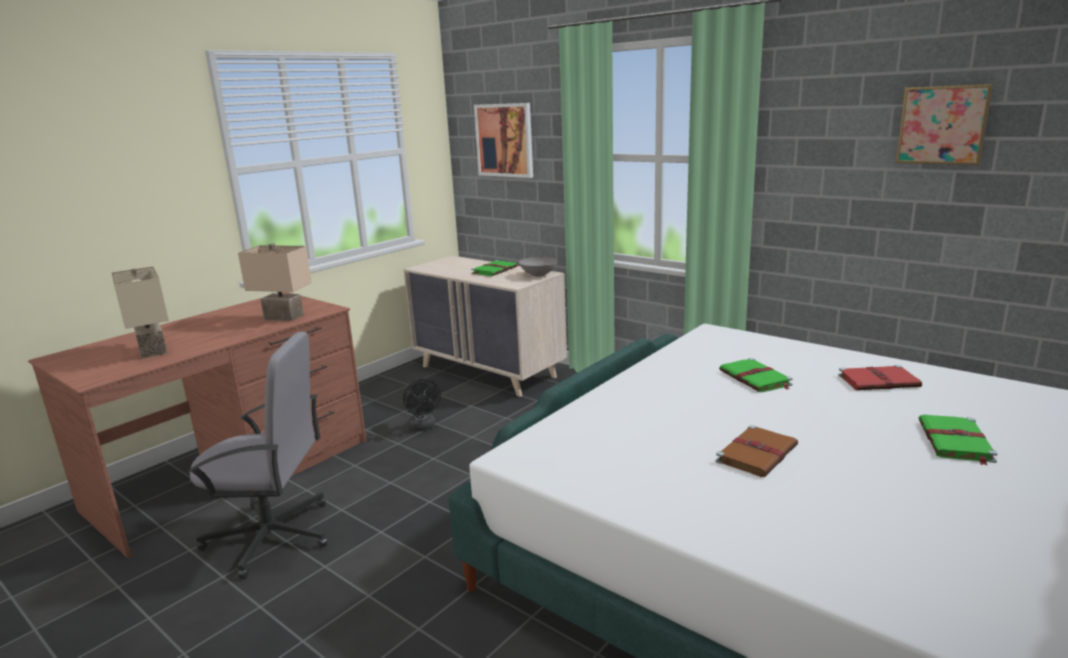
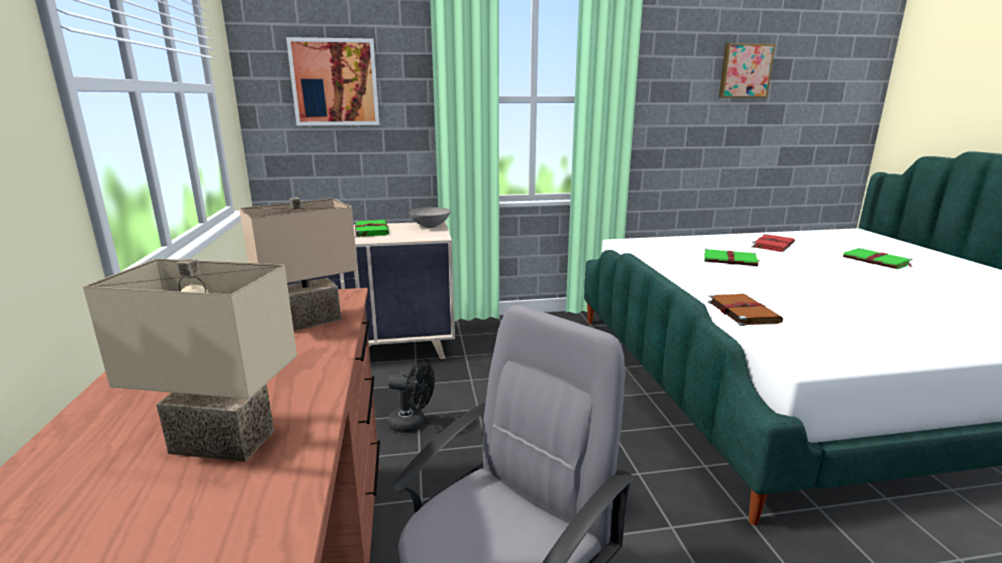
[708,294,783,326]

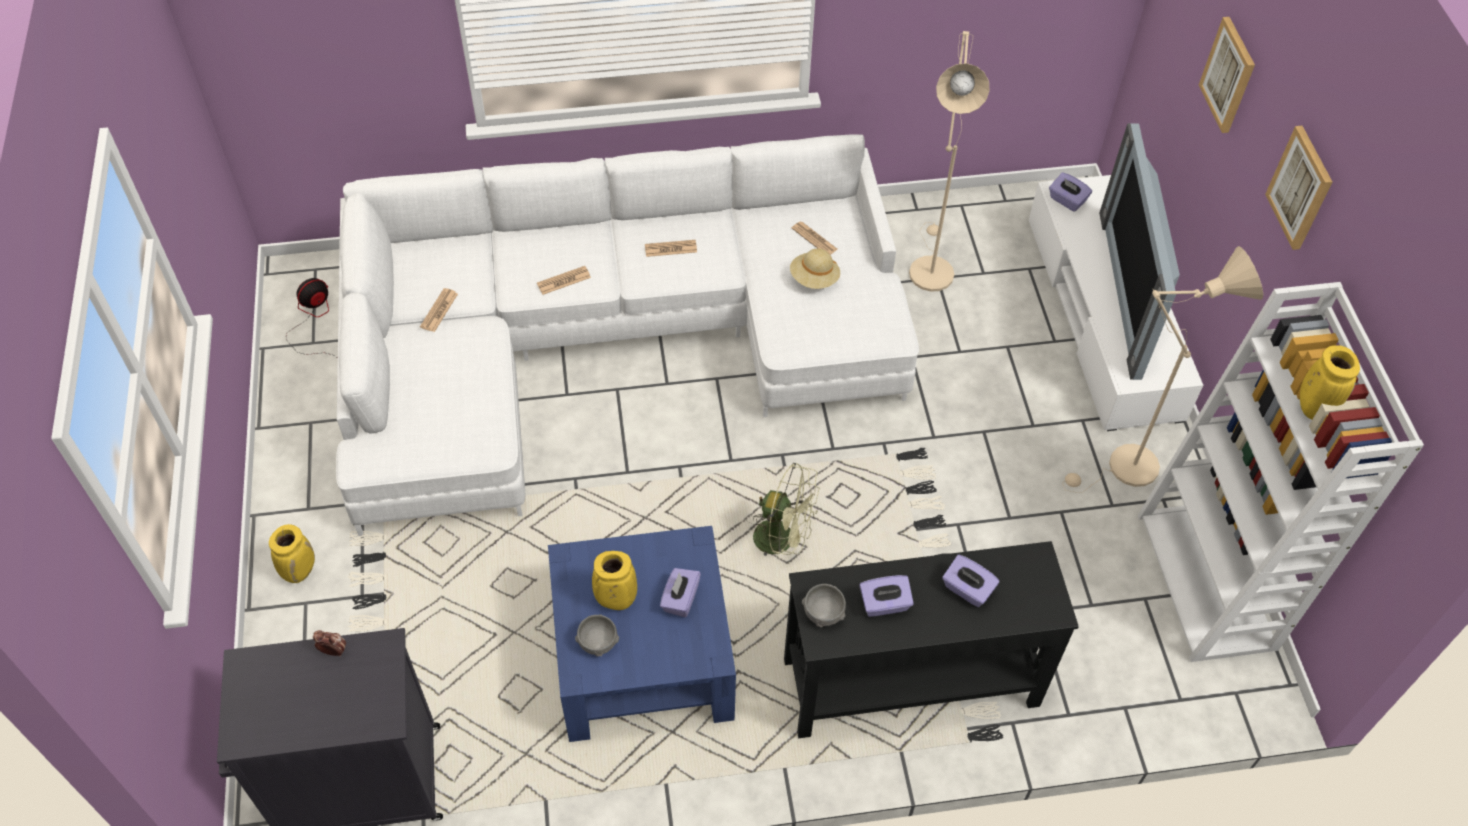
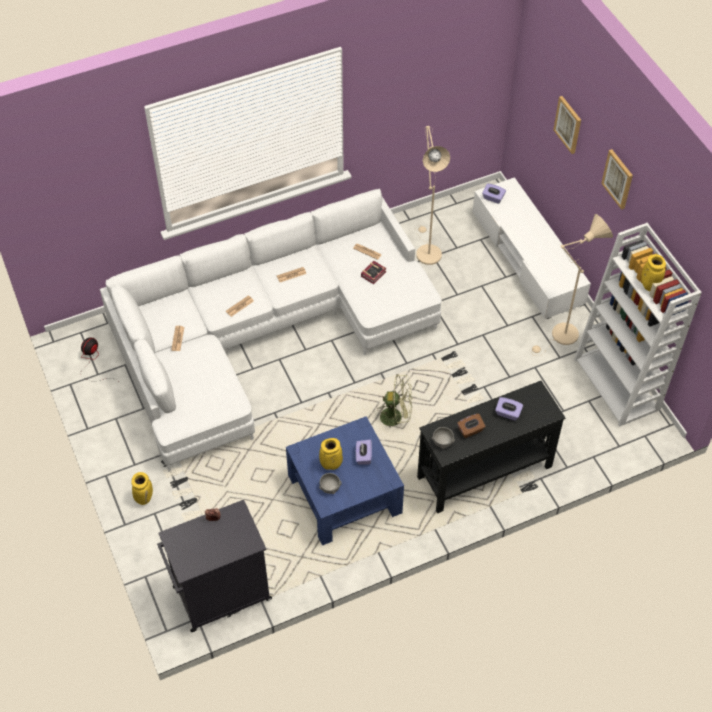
[361,261,387,284]
[457,413,486,438]
[1099,123,1180,380] (first image)

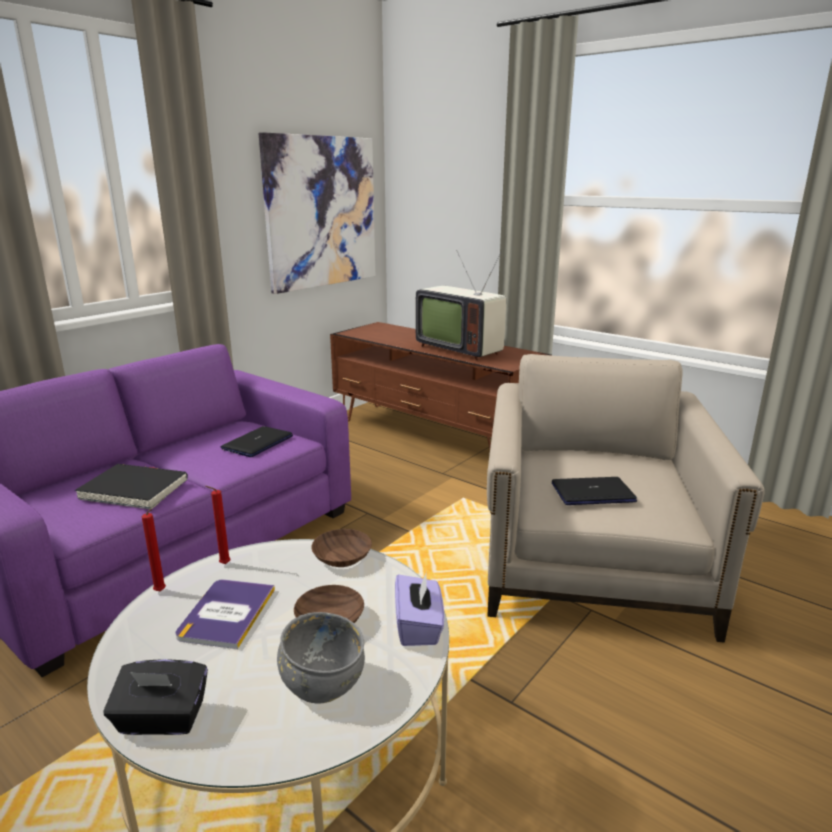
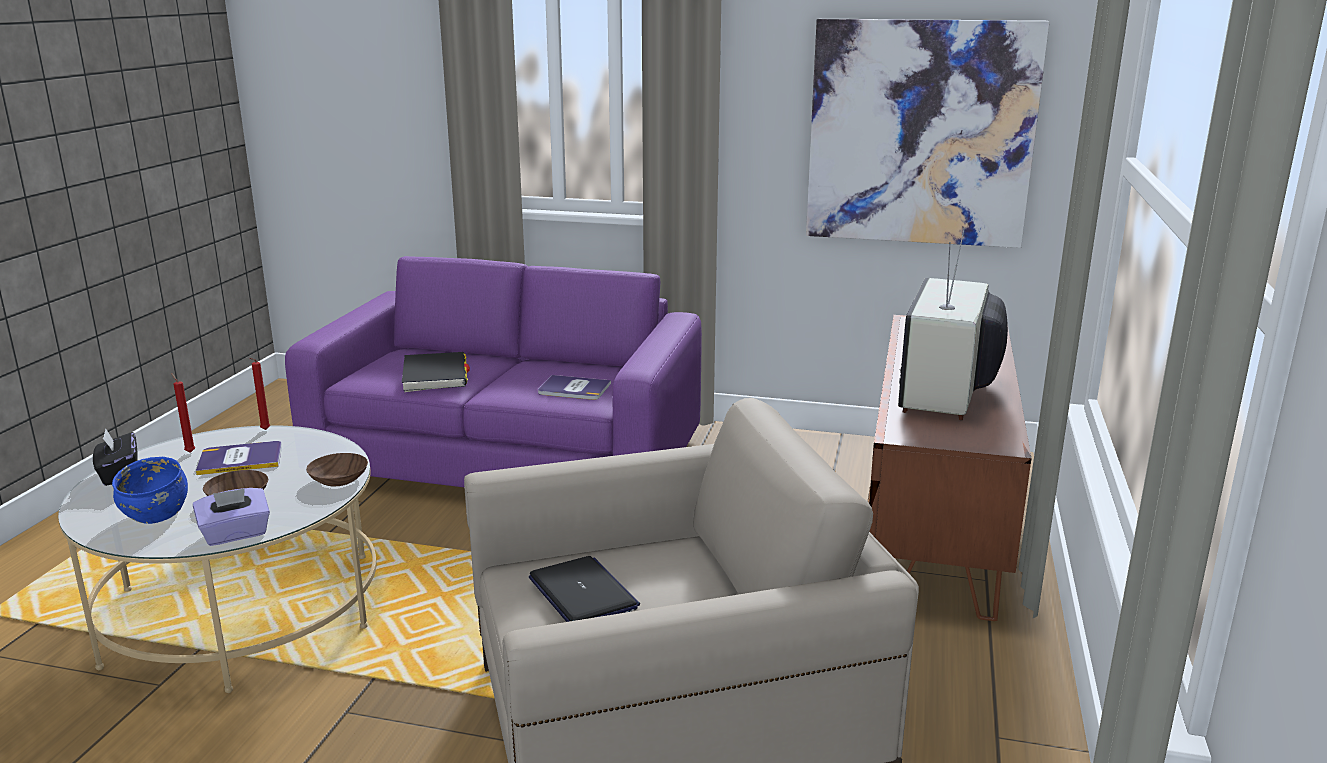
[112,457,188,524]
[171,373,195,453]
[538,375,611,400]

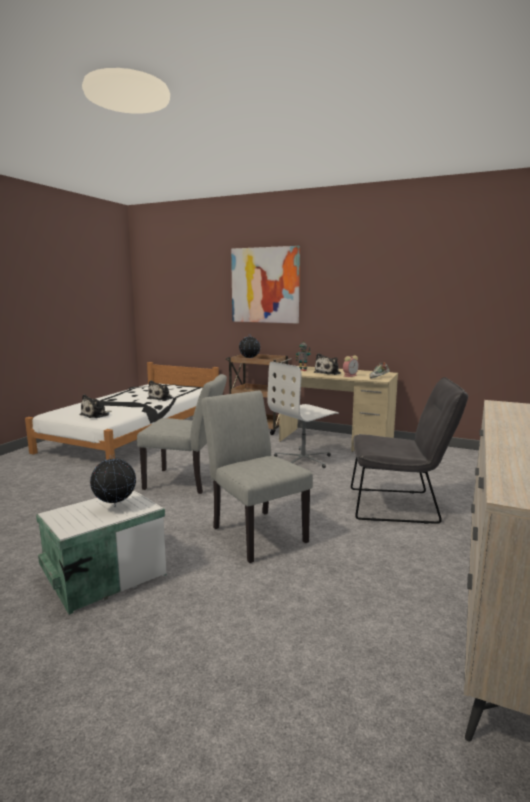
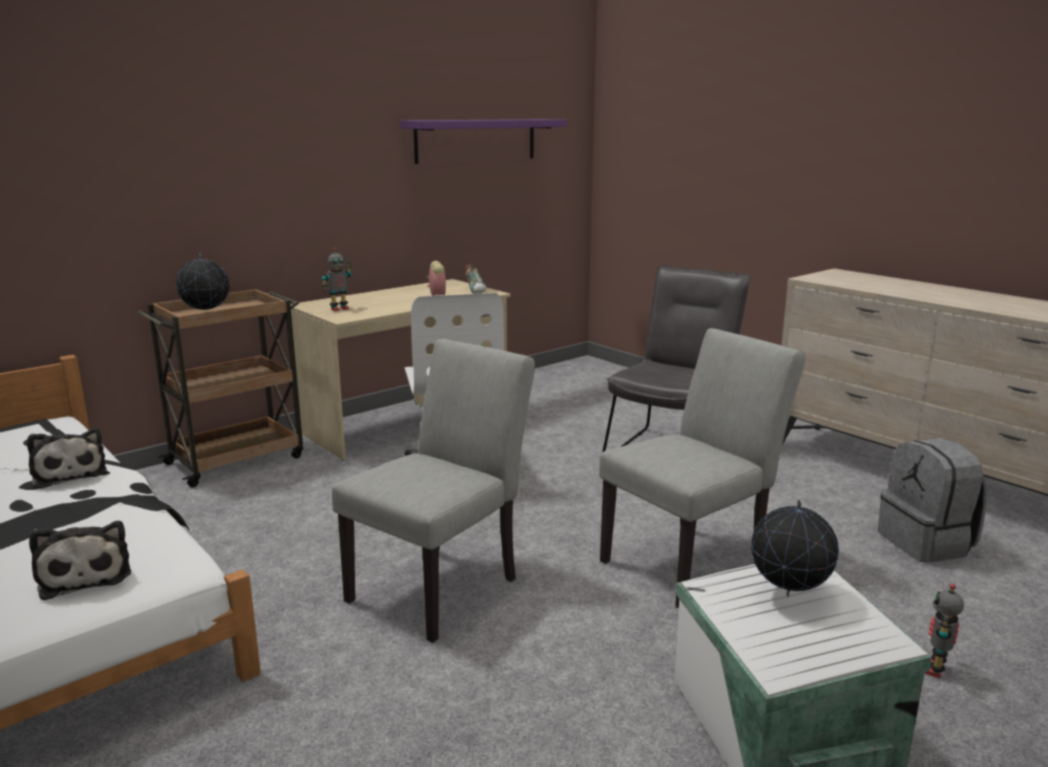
[400,119,567,164]
[599,328,805,609]
[878,438,987,563]
[924,584,964,678]
[231,246,300,323] (first image)
[314,353,341,375] (first image)

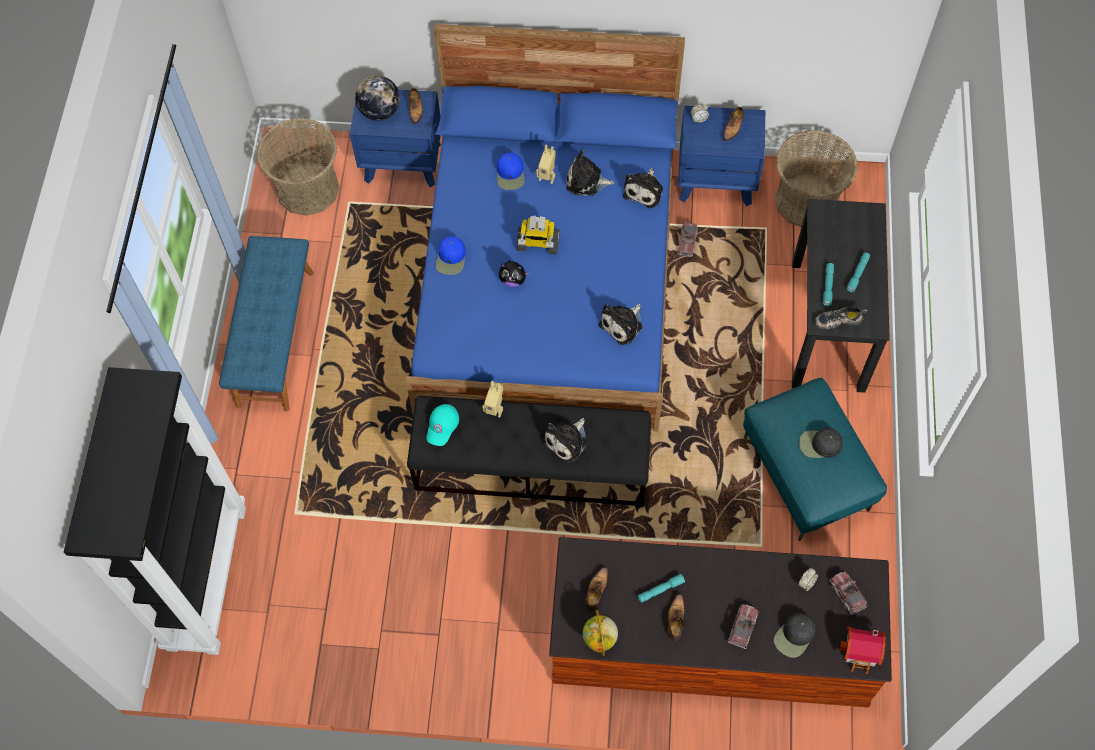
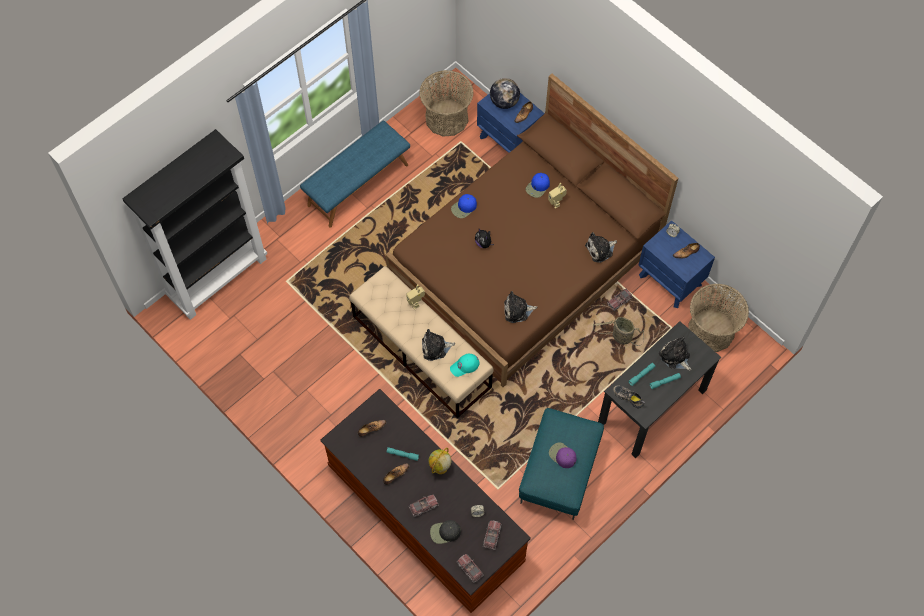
[349,266,494,418]
[386,74,678,387]
[429,448,451,474]
[450,354,480,377]
[457,554,484,583]
[549,442,577,468]
[593,317,644,346]
[659,337,691,371]
[517,216,560,255] (first image)

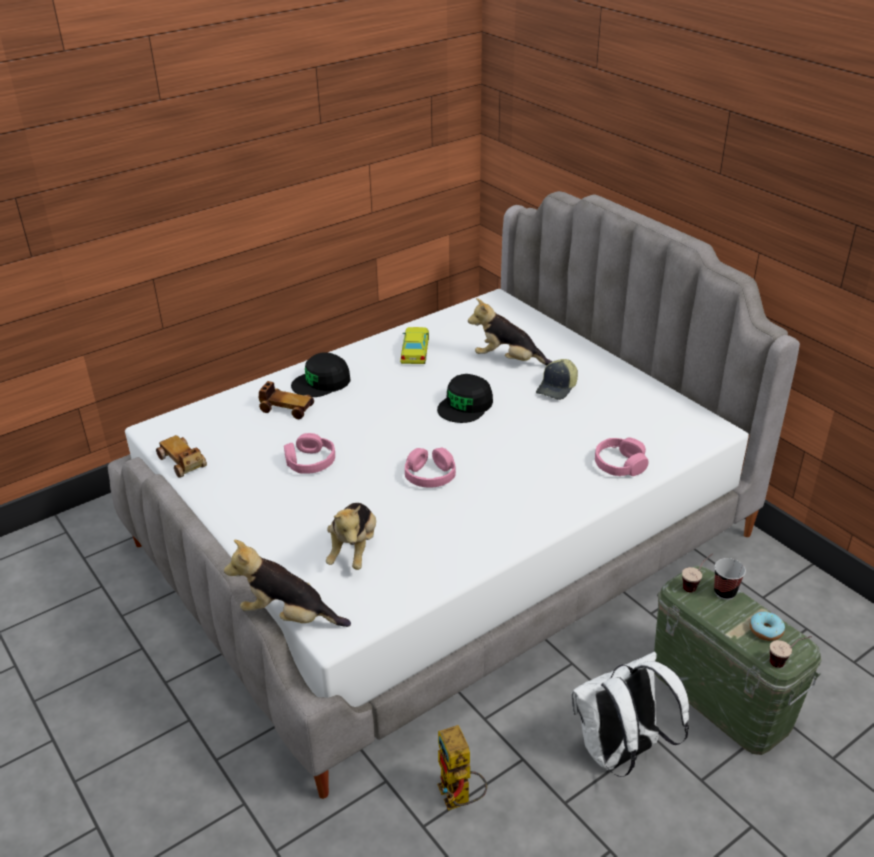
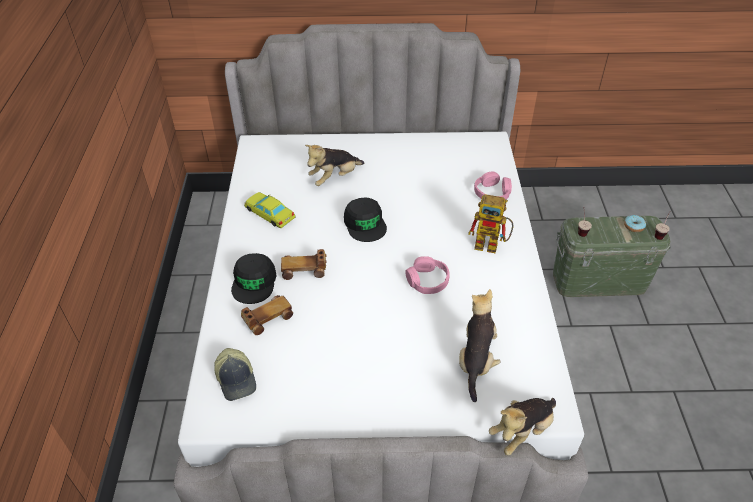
[214,348,256,401]
[281,249,327,280]
[459,289,501,402]
[468,194,513,253]
[284,433,335,474] (first image)
[571,652,689,777] (first image)
[714,558,746,600] (first image)

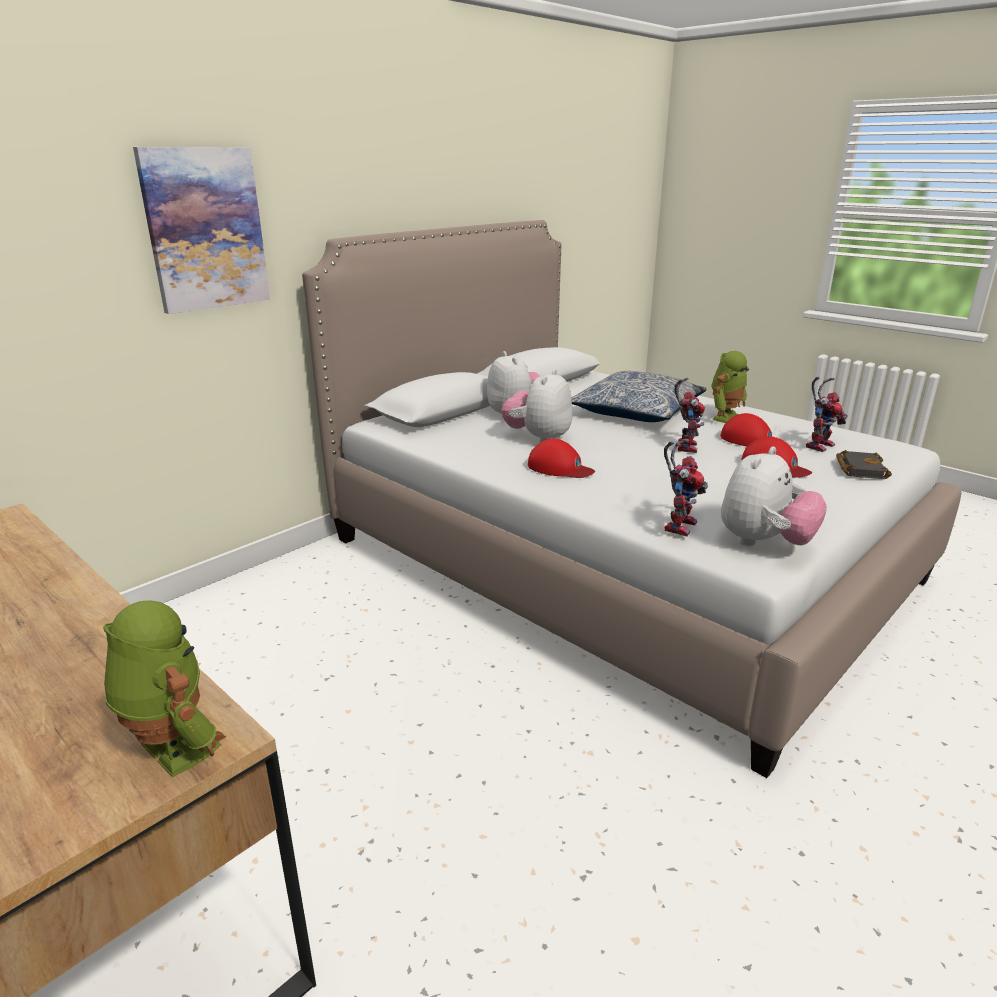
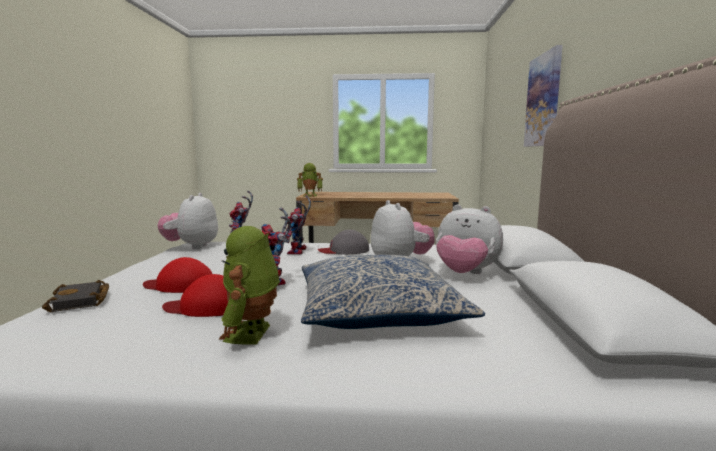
[284,195,311,254]
[318,230,369,254]

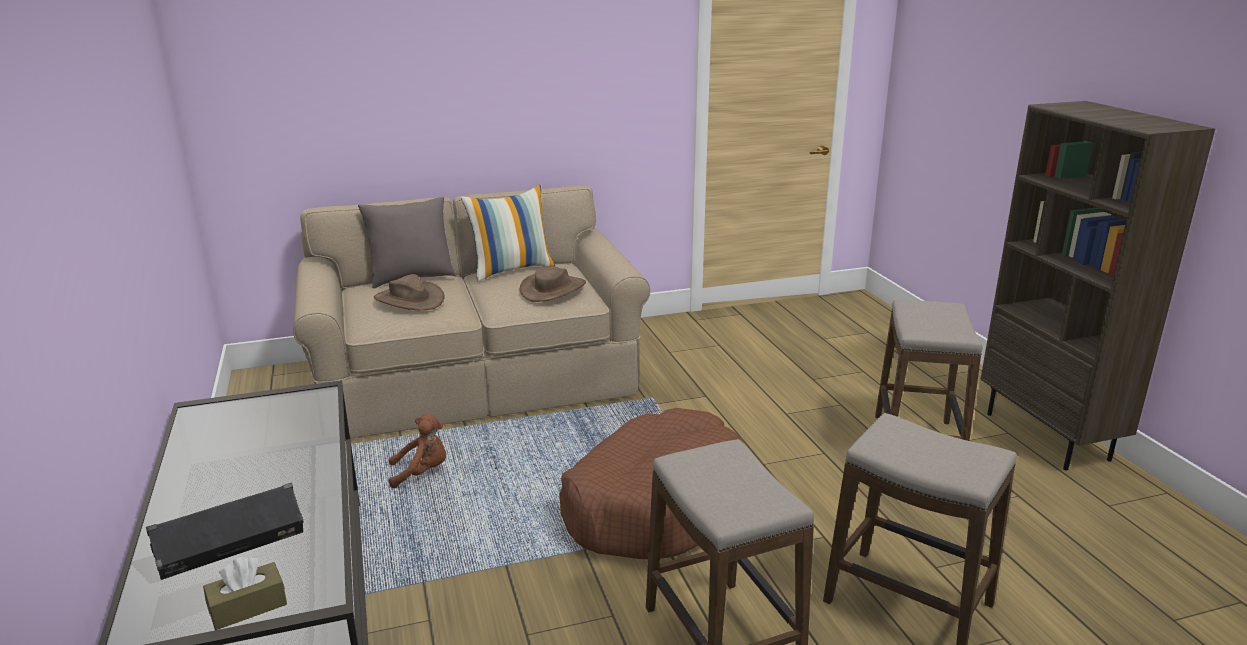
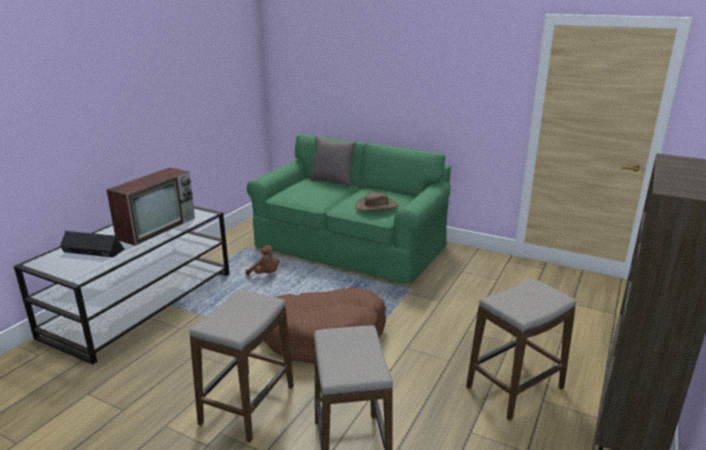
[106,168,195,246]
[247,134,451,284]
[203,557,287,630] (first image)
[374,274,445,310] (first image)
[461,185,555,281] (first image)

